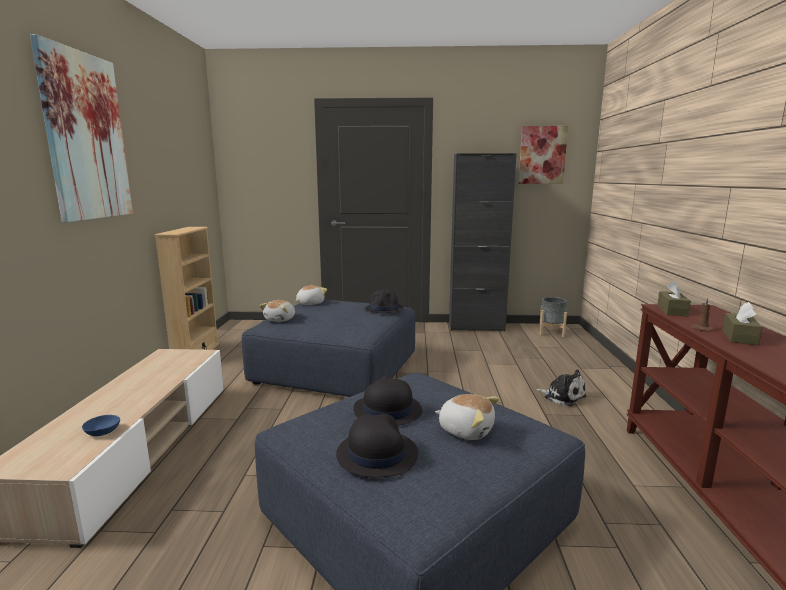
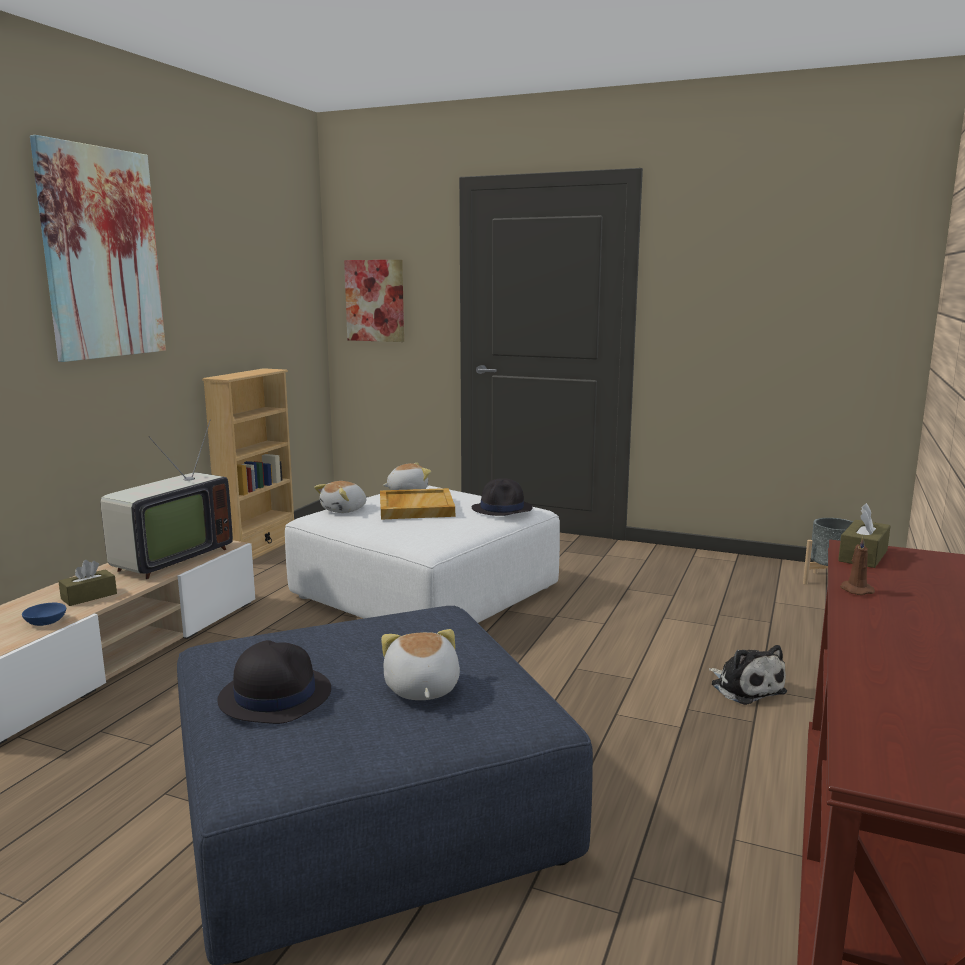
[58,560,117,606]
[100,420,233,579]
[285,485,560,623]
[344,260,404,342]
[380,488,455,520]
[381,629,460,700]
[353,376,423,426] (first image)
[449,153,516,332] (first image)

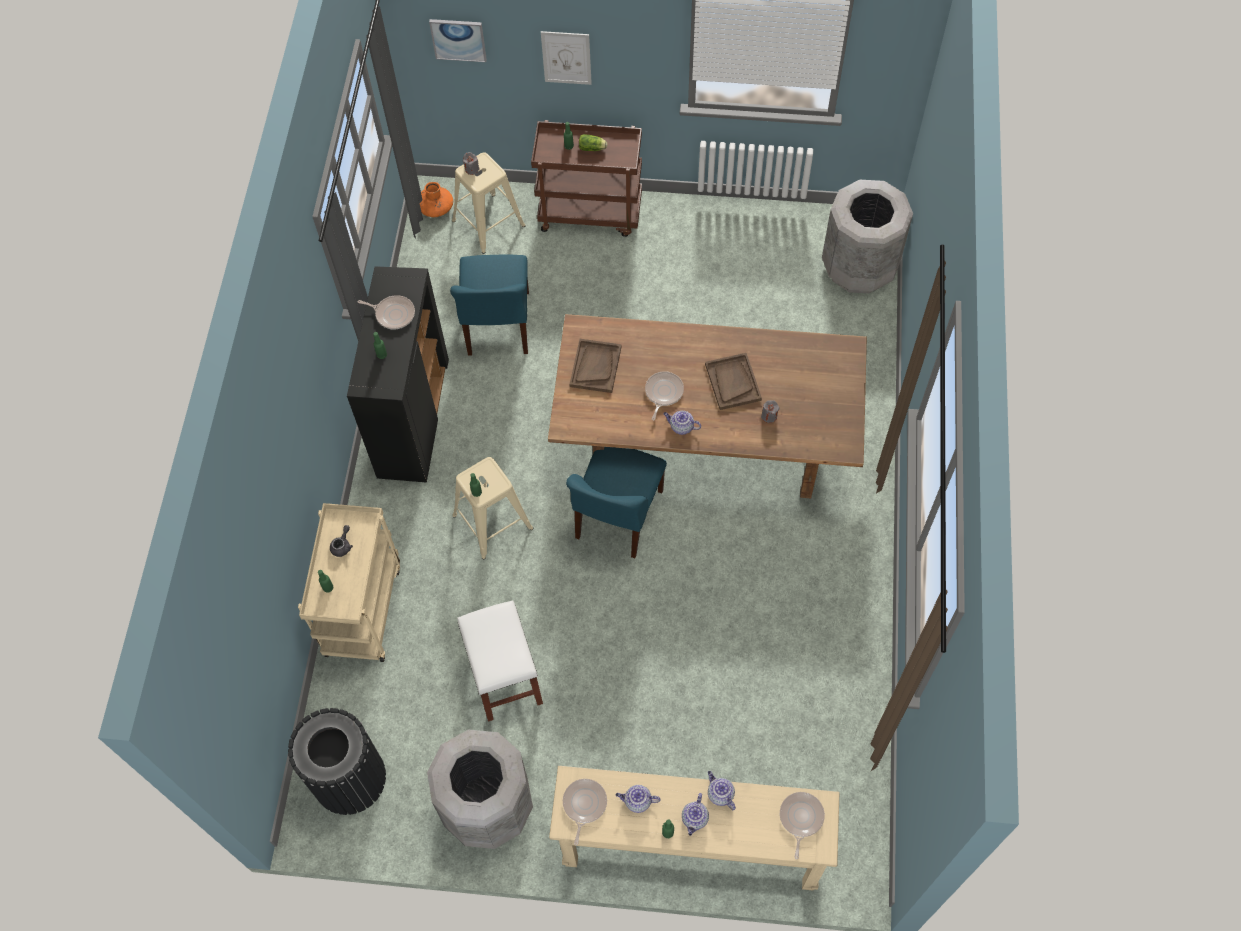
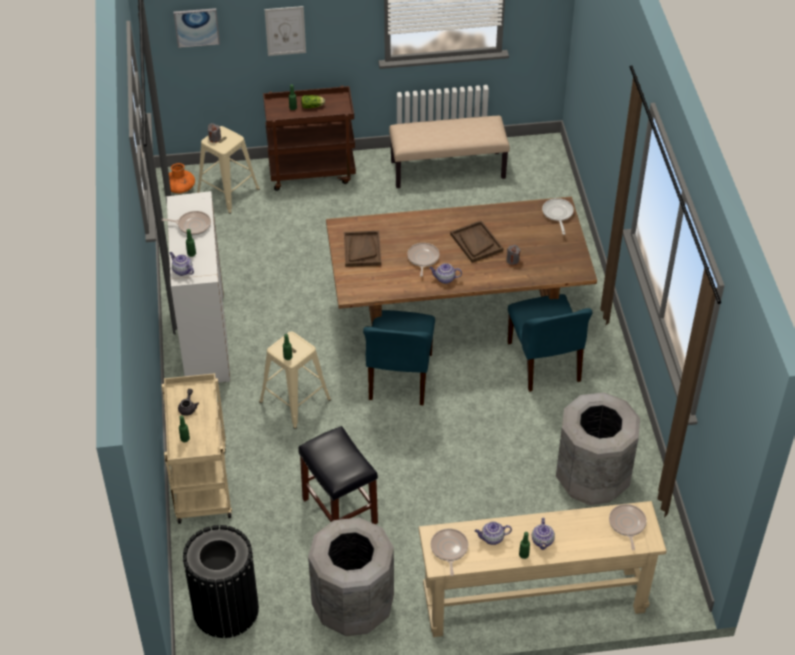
[167,191,230,383]
[170,252,194,276]
[298,426,378,524]
[389,116,510,188]
[507,294,592,392]
[542,198,574,235]
[556,392,640,505]

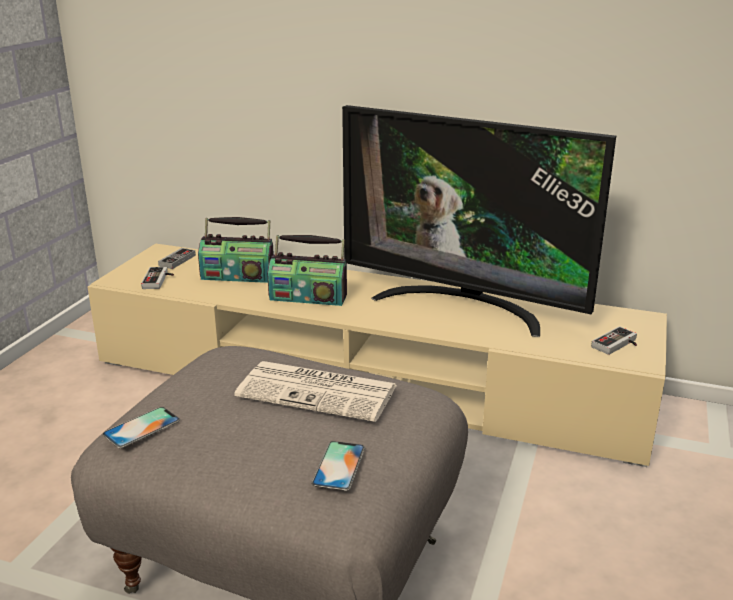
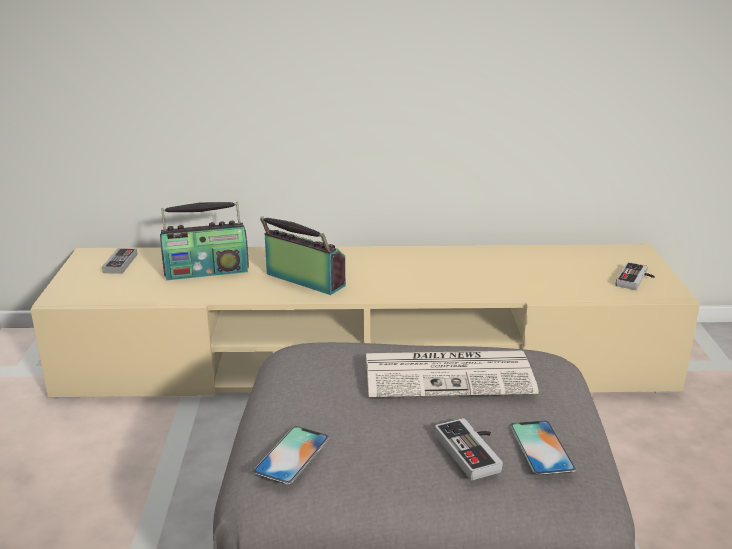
[260,216,346,295]
[435,418,503,480]
[342,105,616,337] (first image)

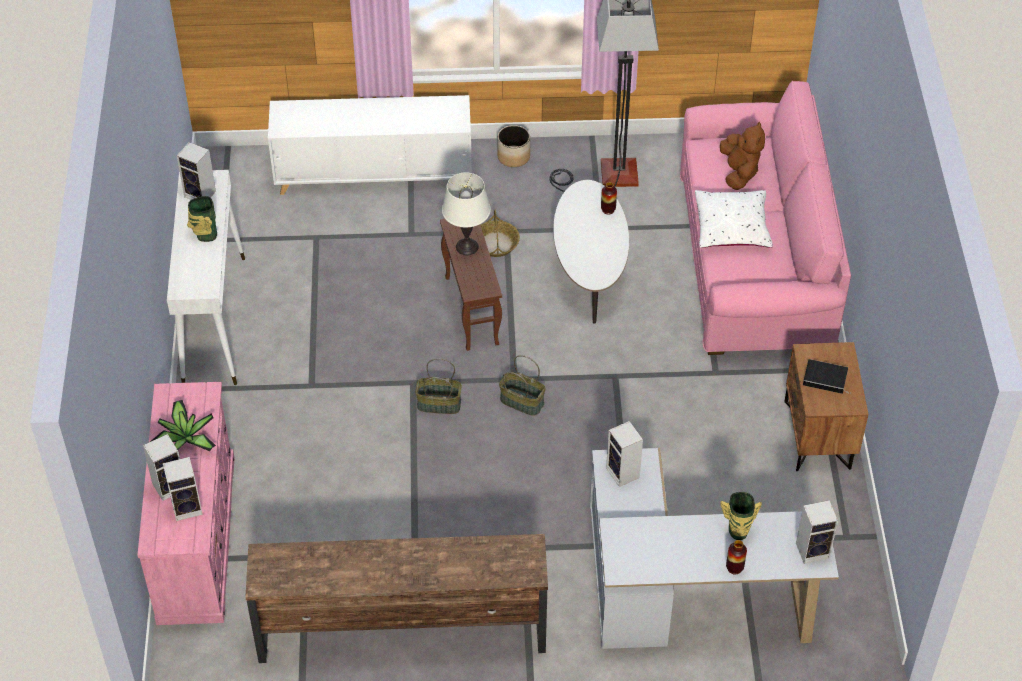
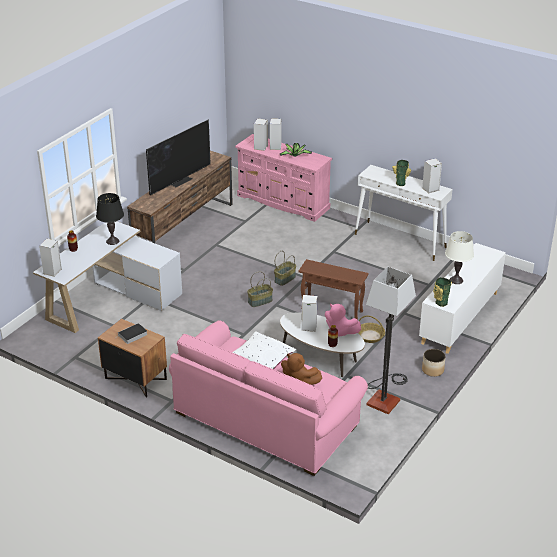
[96,193,124,245]
[146,119,211,196]
[301,295,317,332]
[325,303,361,337]
[433,277,452,307]
[445,231,474,284]

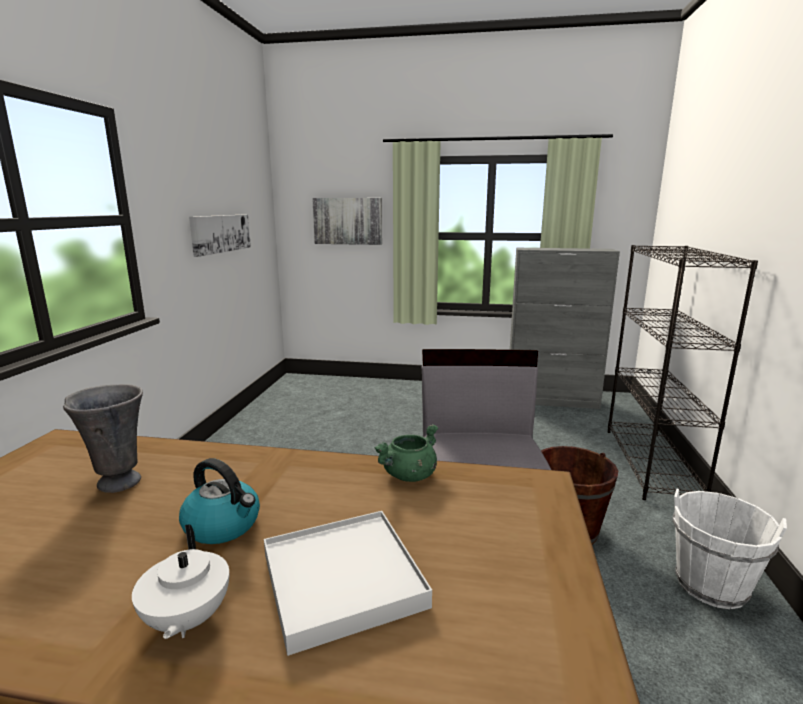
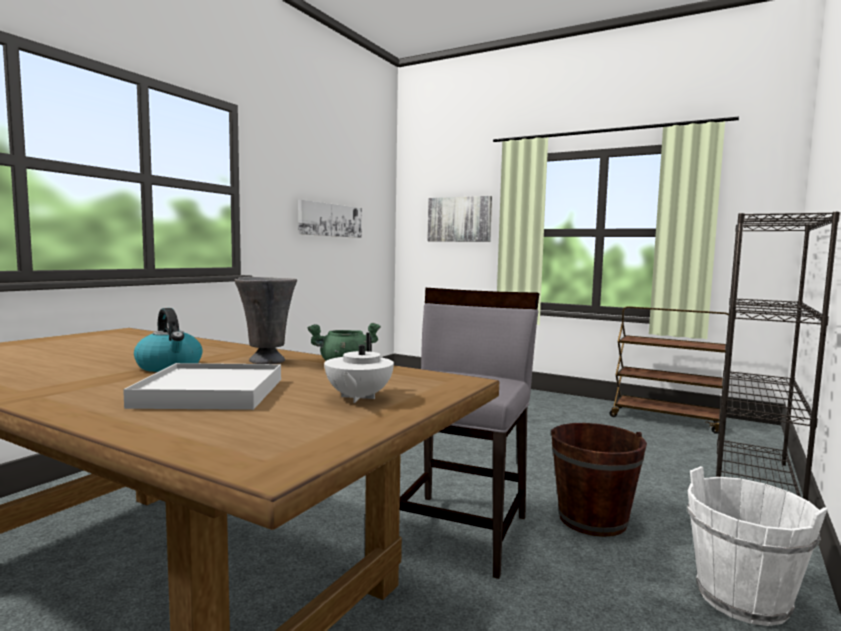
[235,277,297,364]
[324,333,394,403]
[609,306,729,434]

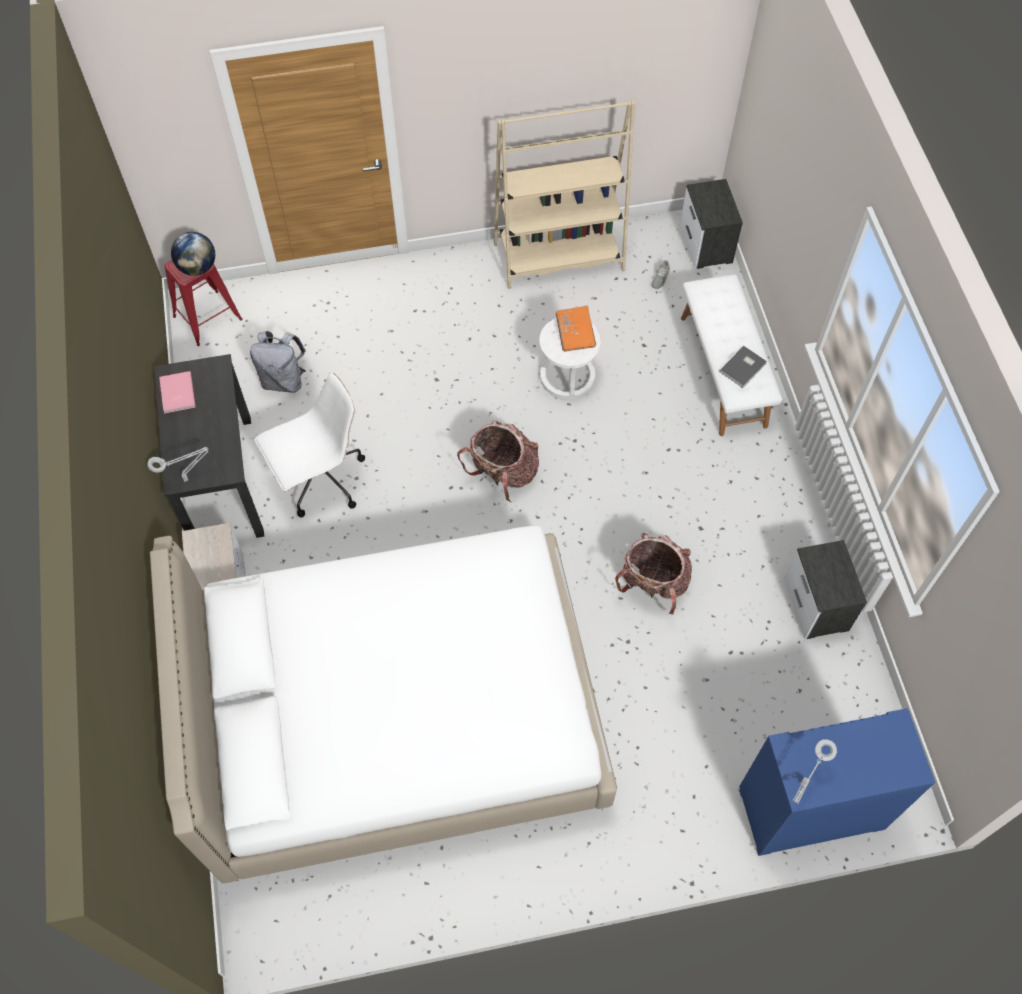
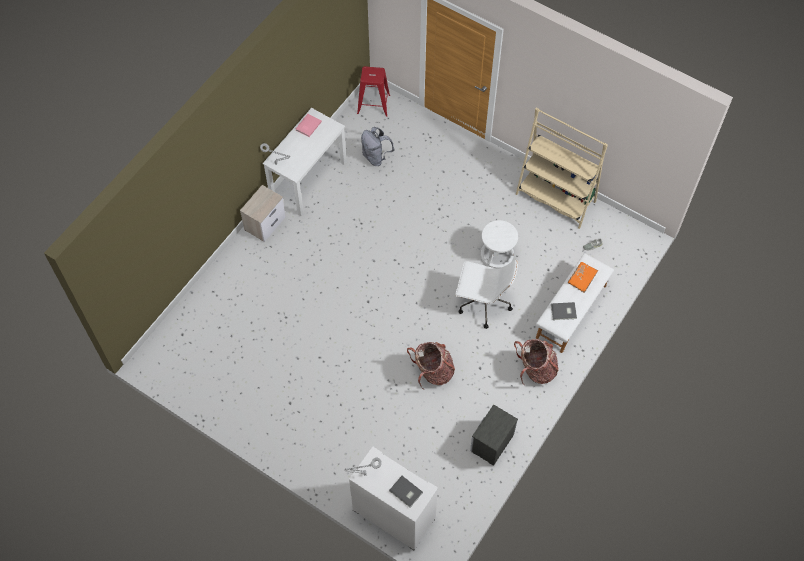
[263,108,347,216]
[349,447,438,550]
[389,476,423,507]
[455,259,518,329]
[514,339,559,385]
[568,262,598,293]
[150,525,617,883] (first image)
[171,232,215,276] (first image)
[680,179,743,269] (first image)

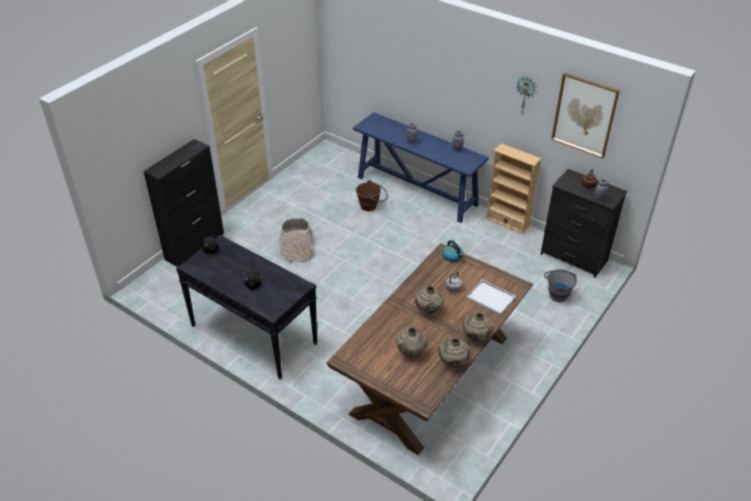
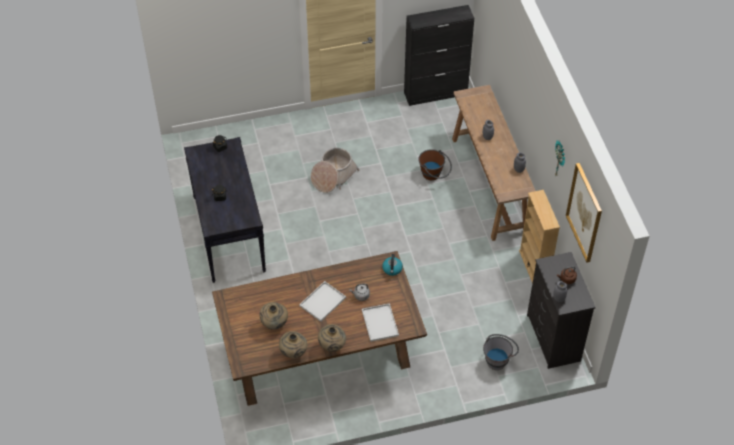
[299,281,346,322]
[404,5,474,106]
[452,85,535,241]

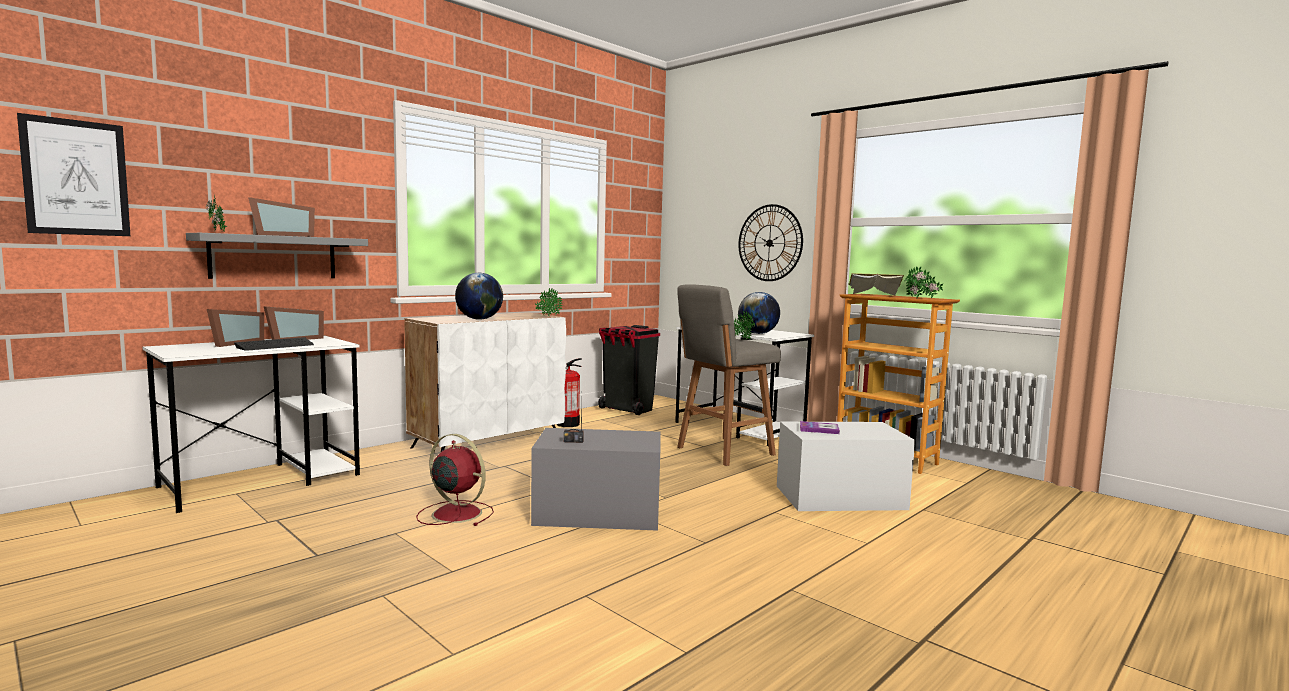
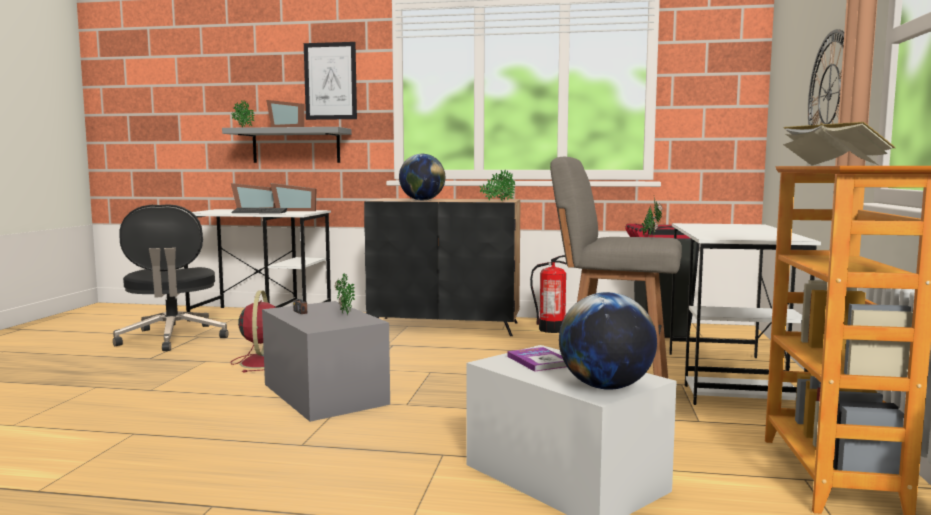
[113,204,228,351]
[304,42,357,120]
[334,272,355,315]
[364,198,520,336]
[559,292,657,390]

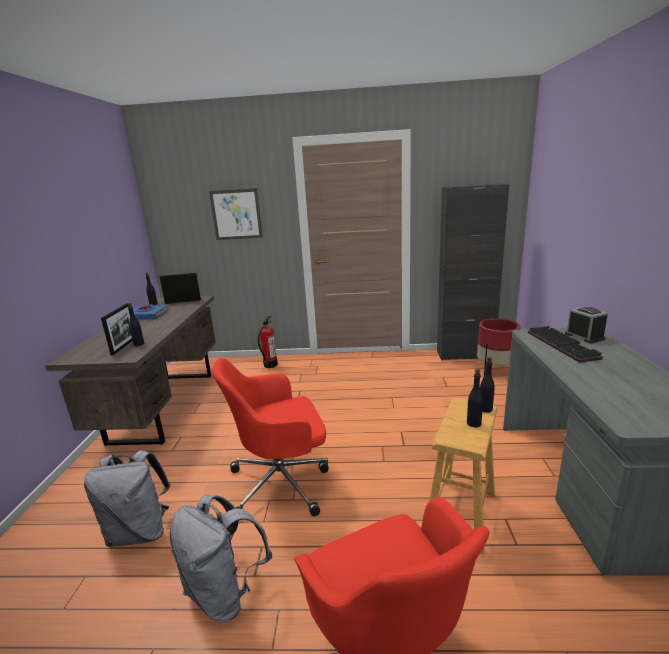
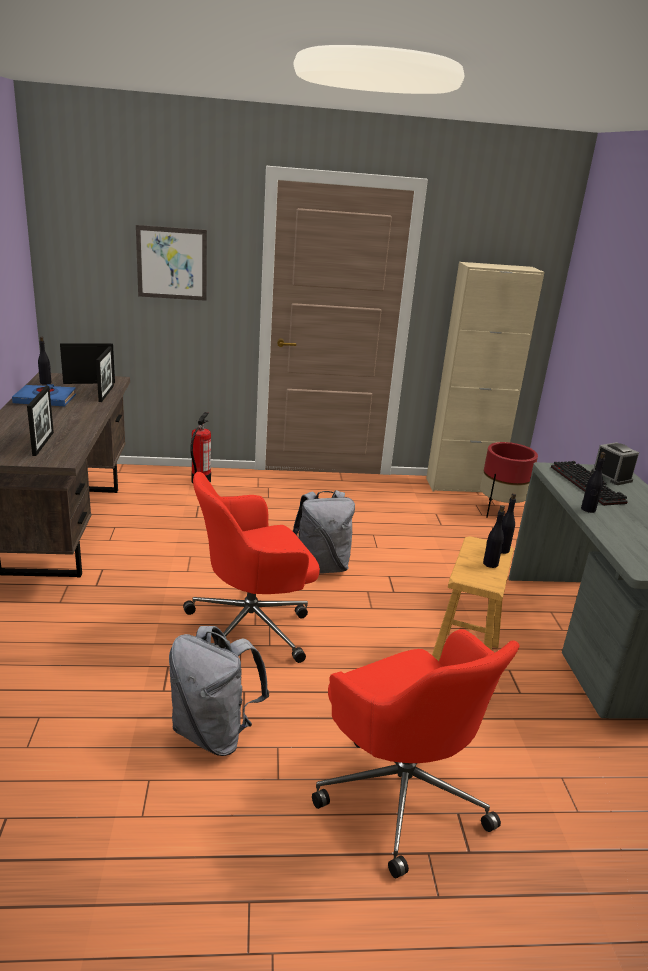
[96,347,114,402]
[293,490,355,574]
[426,262,545,492]
[581,452,606,513]

